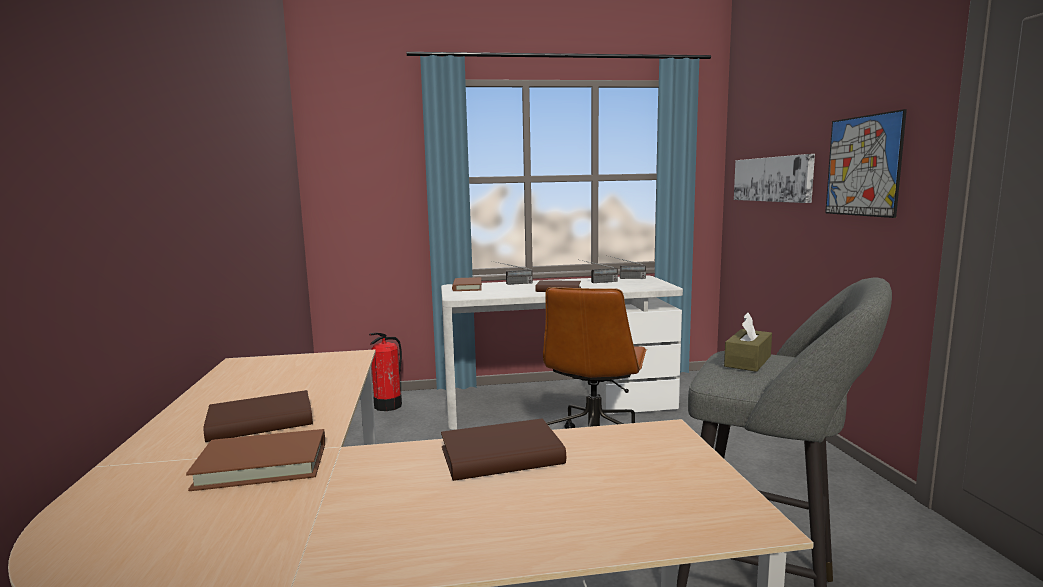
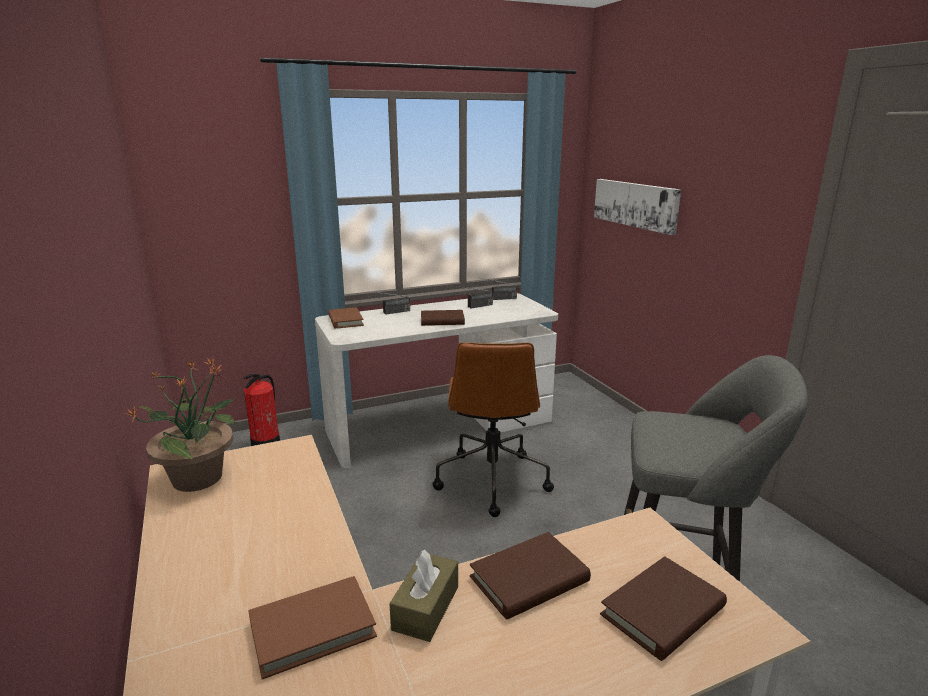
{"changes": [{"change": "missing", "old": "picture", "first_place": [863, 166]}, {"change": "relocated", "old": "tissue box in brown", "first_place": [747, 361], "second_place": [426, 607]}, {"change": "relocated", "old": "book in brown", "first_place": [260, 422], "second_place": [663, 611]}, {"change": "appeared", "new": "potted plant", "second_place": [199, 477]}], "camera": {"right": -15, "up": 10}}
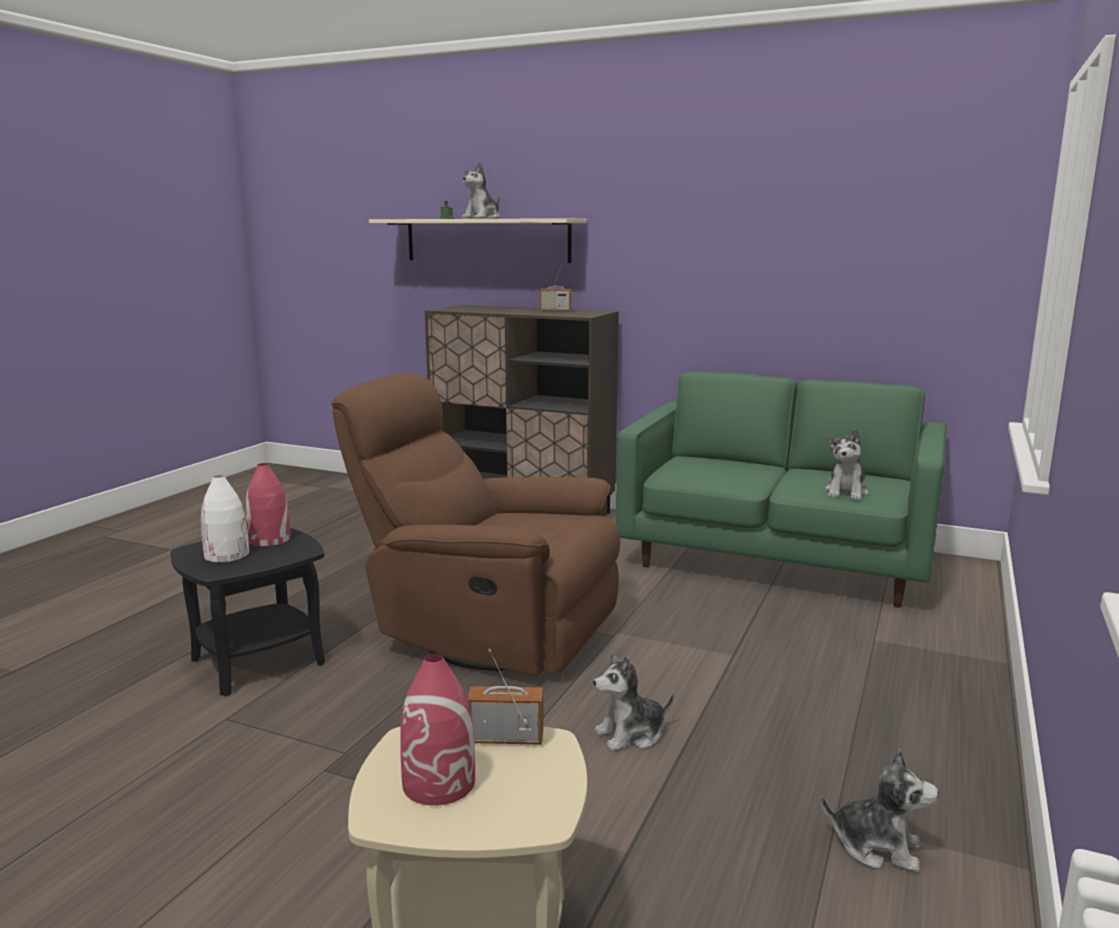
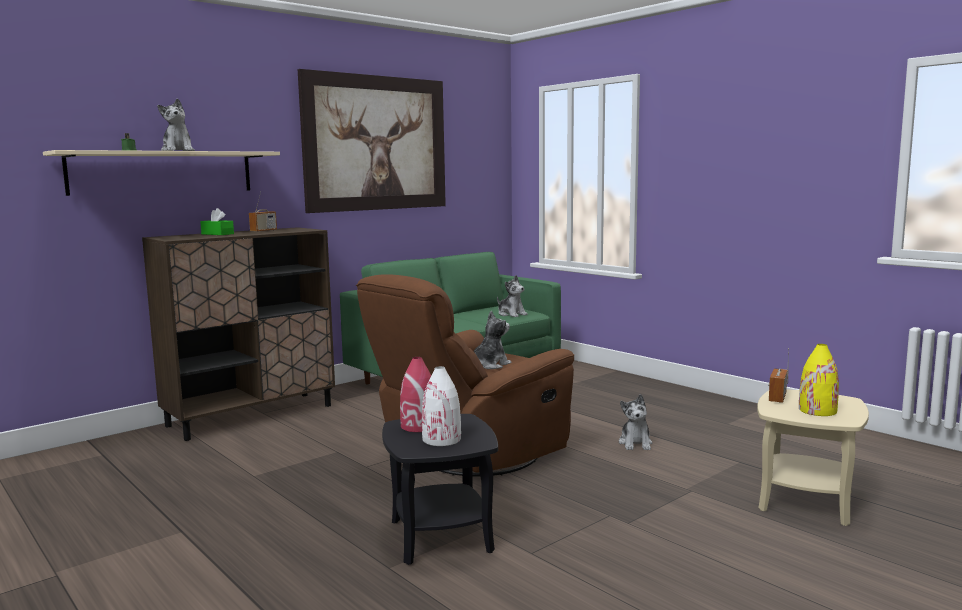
{"changes": [{"change": "colour", "old": "vase in red", "new": "vase in yellow", "first_place": [440, 783], "second_place": [817, 410]}, {"change": "relocated", "old": "plush toy", "first_place": [877, 847], "second_place": [489, 365]}, {"change": "appeared", "new": "picture", "second_place": [376, 143]}, {"change": "appeared", "new": "tissue box in green", "second_place": [217, 234]}], "camera": {"right": -65, "up": -5}}
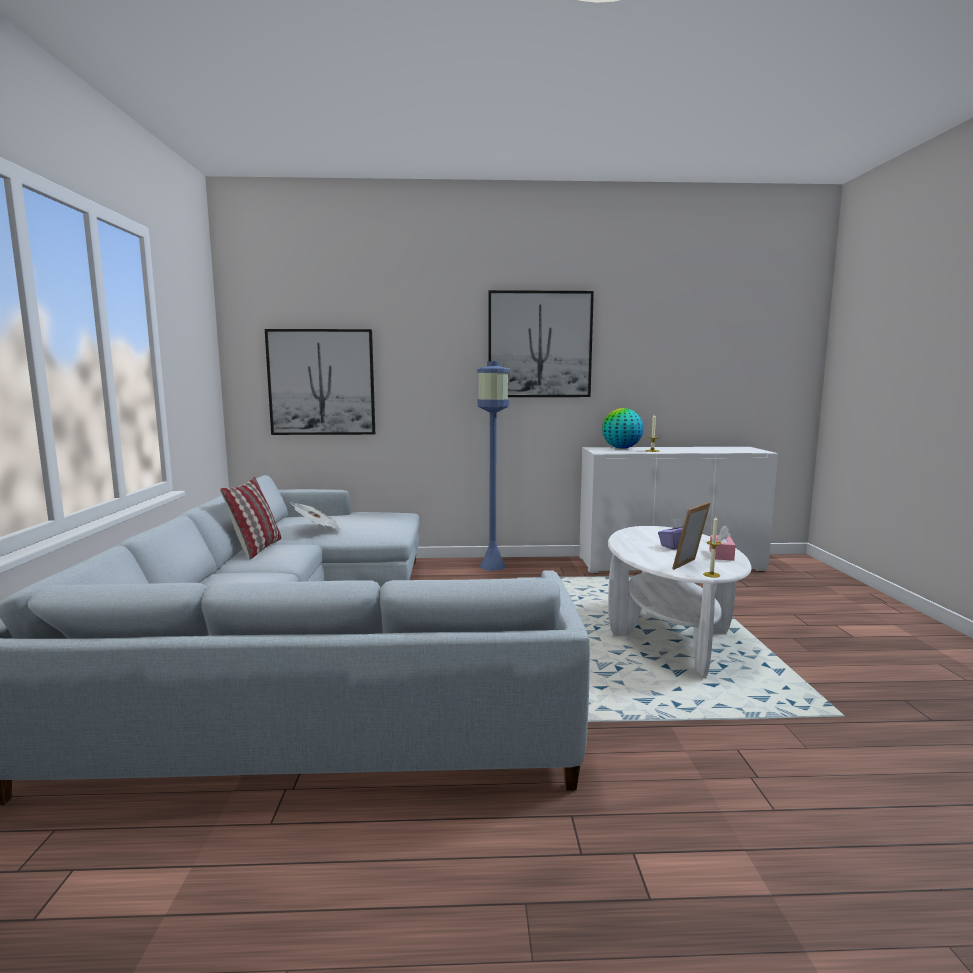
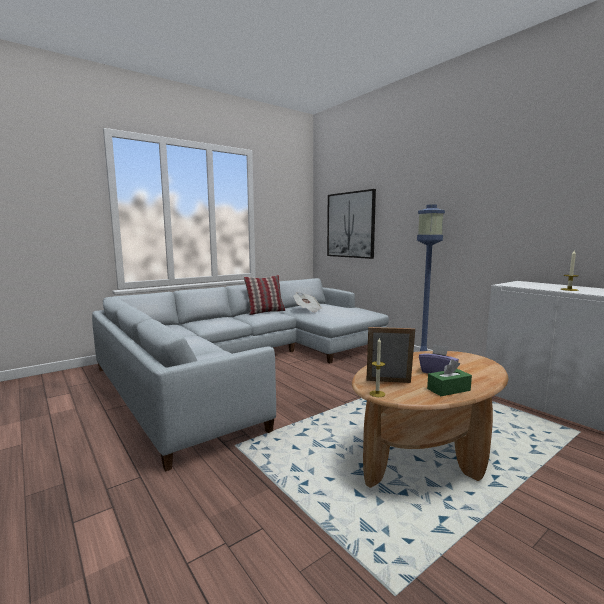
{"changes": [{"change": "missing", "old": "picture", "first_place": [539, 344]}, {"change": "missing", "old": "globe", "first_place": [621, 448]}, {"change": "colour", "old": "tissue box in pink", "new": "tissue box in green", "first_place": [721, 555], "second_place": [448, 389]}, {"change": "colour", "old": "coffee table in white", "new": "coffee table in brown", "first_place": [669, 634], "second_place": [426, 453]}], "camera": {"right": 55, "up": 0}}
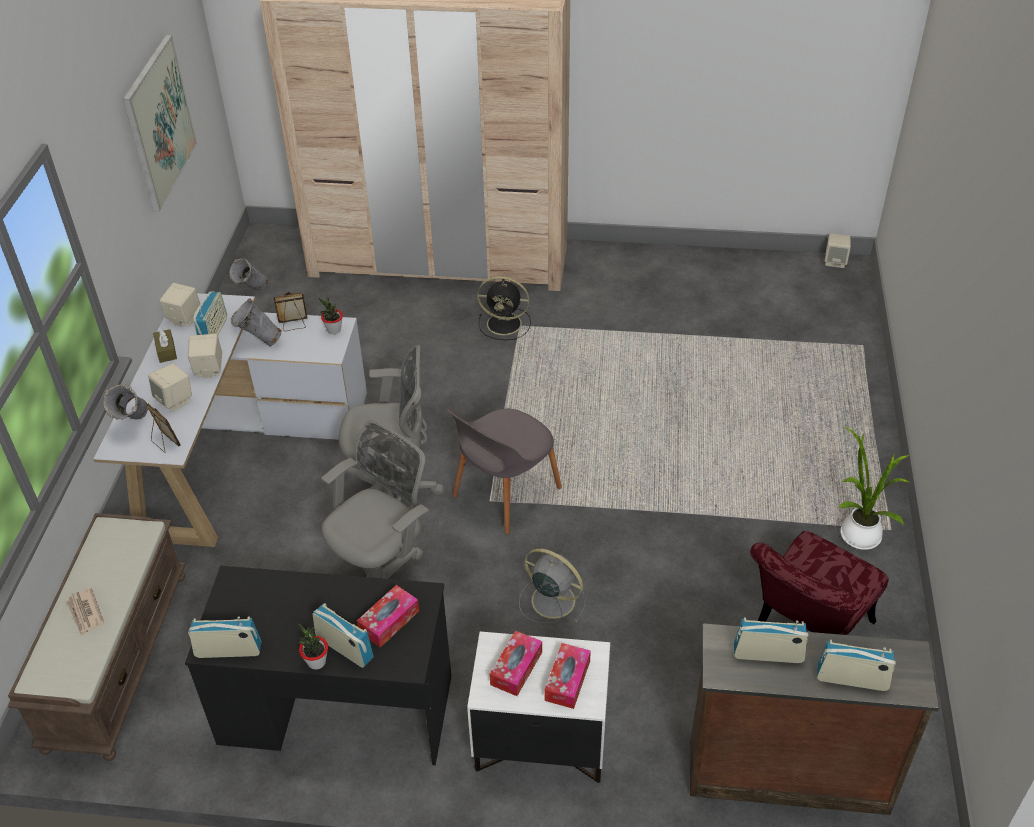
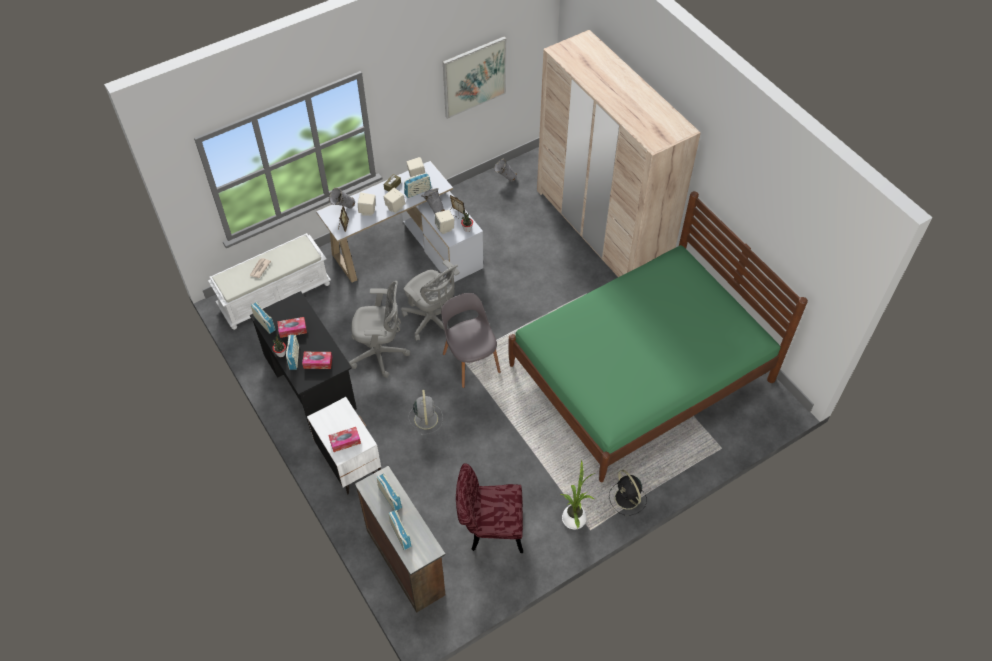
{"changes": [{"change": "relocated", "old": "speaker in beige", "first_place": [835, 262], "second_place": [445, 228]}, {"change": "relocated", "old": "fan in black", "first_place": [506, 324], "second_place": [627, 499]}, {"change": "spun", "old": "chair in grey", "first_place": [504, 494], "second_place": [471, 361], "degrees": 60}, {"change": "colour", "old": "bench in brown", "new": "bench in white", "first_place": [116, 658], "second_place": [275, 294]}, {"change": "relocated", "old": "tissue box", "first_place": [516, 668], "second_place": [292, 330]}, {"change": "appeared", "new": "bed in green", "second_place": [640, 372]}], "camera": {"right": 50, "up": 10}}
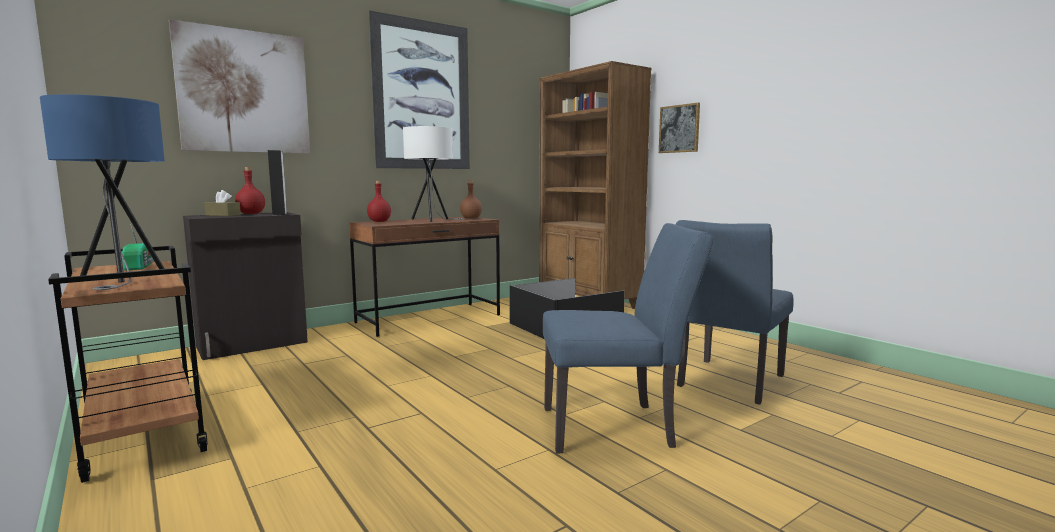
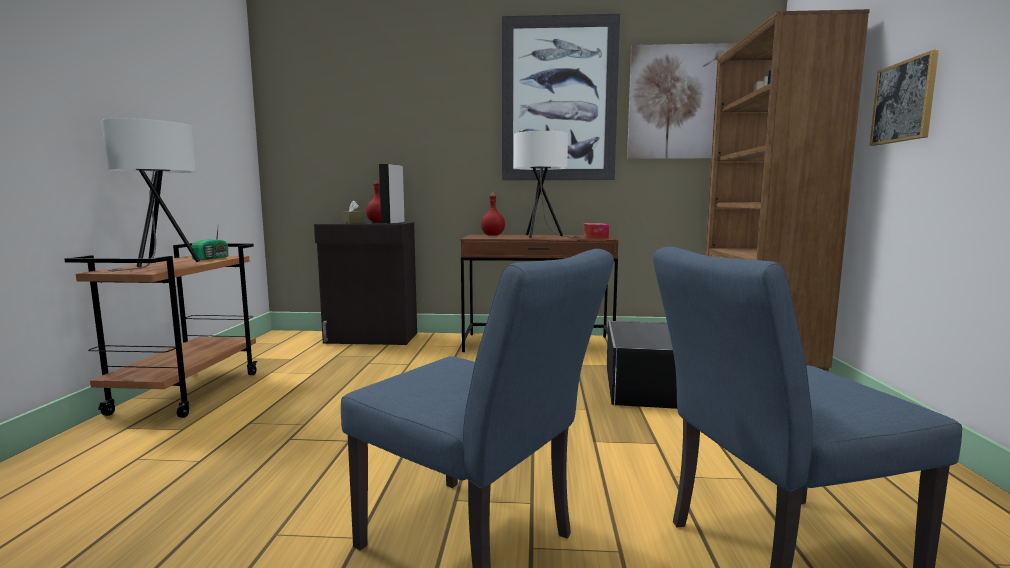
{"changes": [{"change": "relocated", "old": "picture", "first_place": [244, 92], "second_place": [684, 102]}, {"change": "colour", "old": "table lamp in blue", "new": "table lamp in white", "first_place": [122, 279], "second_place": [159, 265]}, {"change": "exchanged", "old": "bottle in brown", "new": "tissue box", "first_place": [471, 218], "second_place": [595, 237]}], "camera": {"right": 40, "up": 0}}
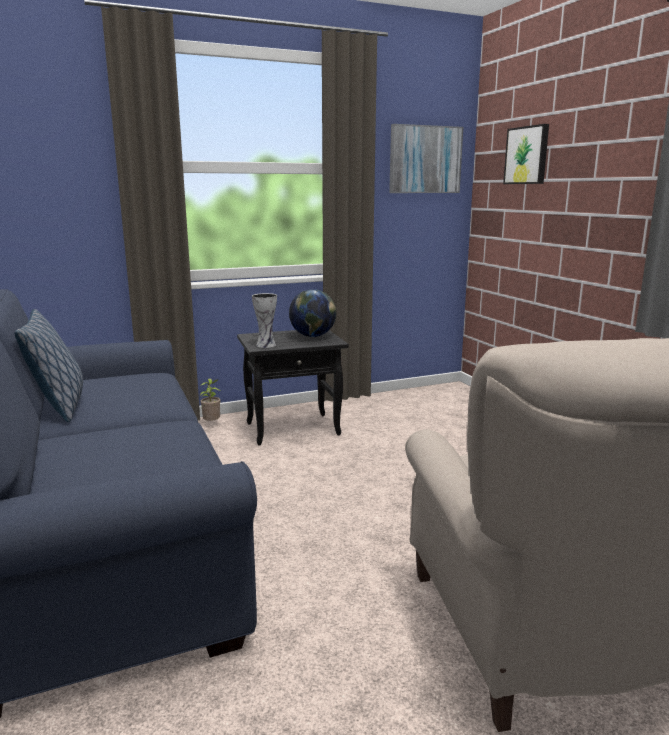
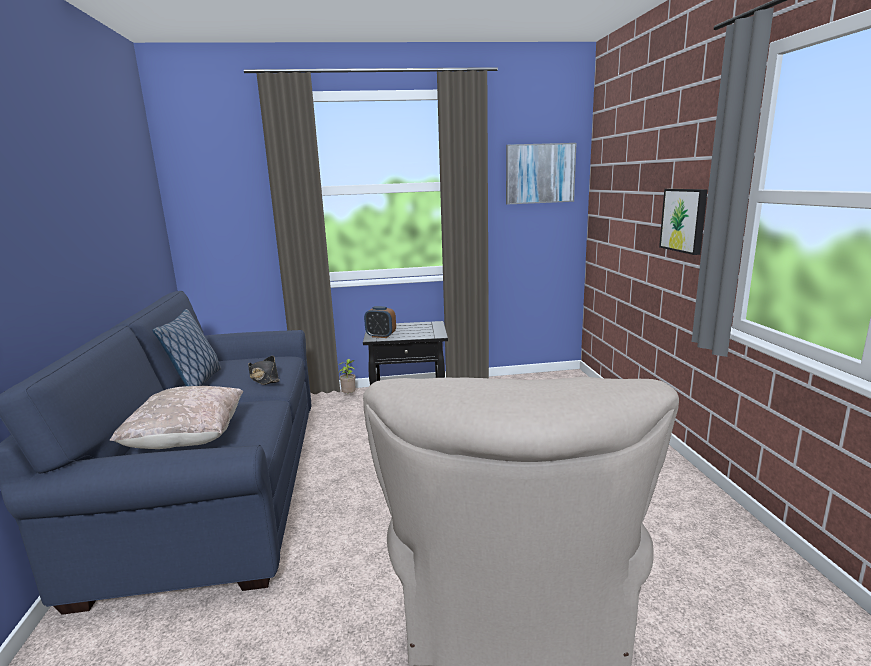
{"changes": [{"change": "relocated", "old": "picture", "first_place": [527, 155], "second_place": [684, 220]}, {"change": "missing", "old": "globe", "first_place": [313, 336]}, {"change": "exchanged", "old": "vase", "new": "alarm clock", "first_place": [266, 345], "second_place": [381, 336]}, {"change": "appeared", "new": "hat in black", "second_place": [264, 378]}, {"change": "appeared", "new": "pillow in beige", "second_place": [187, 440]}], "camera": {"right": 15, "up": 0}}
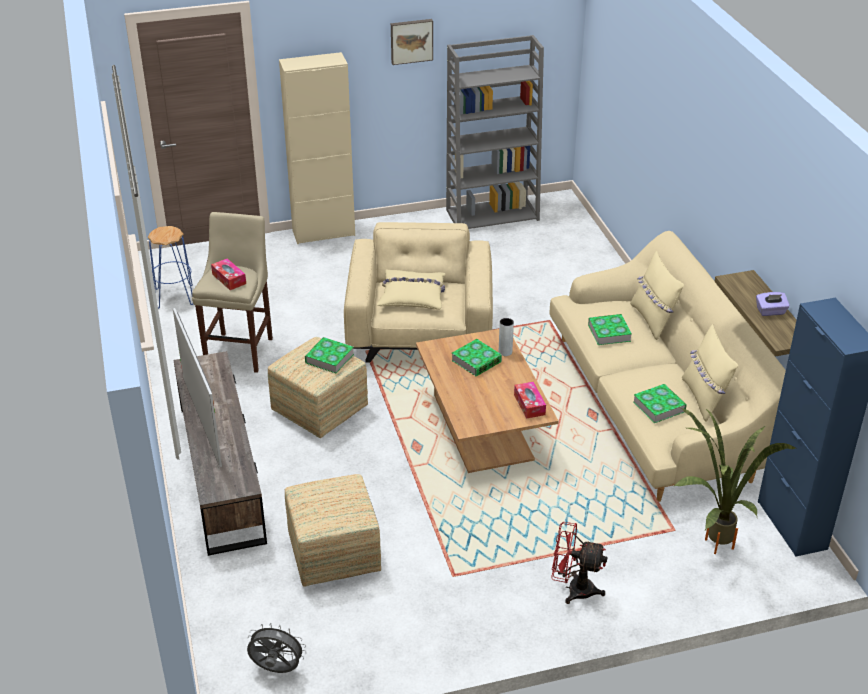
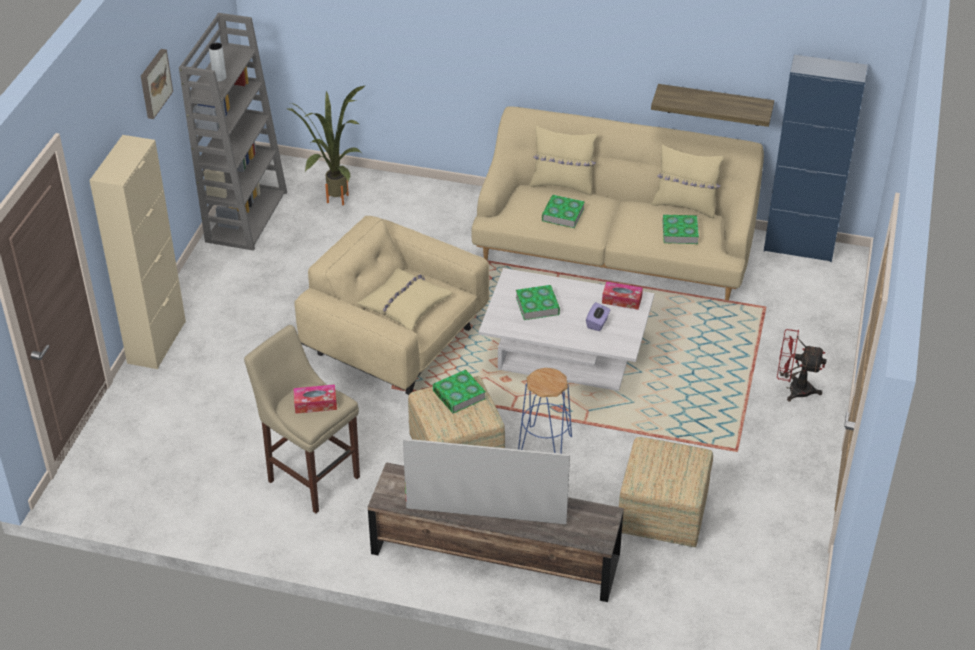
{"changes": [{"change": "relocated", "old": "stool in blue", "first_place": [174, 297], "second_place": [545, 445]}, {"change": "relocated", "old": "tissue box in purple", "first_place": [770, 311], "second_place": [597, 323]}, {"change": "relocated", "old": "vase in grey", "first_place": [505, 352], "second_place": [219, 77]}, {"change": "colour", "old": "coffee table in brown", "new": "coffee table in white", "first_place": [483, 428], "second_place": [565, 358]}, {"change": "relocated", "old": "potted plant", "first_place": [710, 544], "second_place": [333, 202]}, {"change": "spun", "old": "fan in red", "first_place": [573, 589], "second_place": [793, 389], "degrees": 60}, {"change": "missing", "old": "fan in grey", "first_place": [276, 670]}], "camera": {"right": -60, "up": 5}}
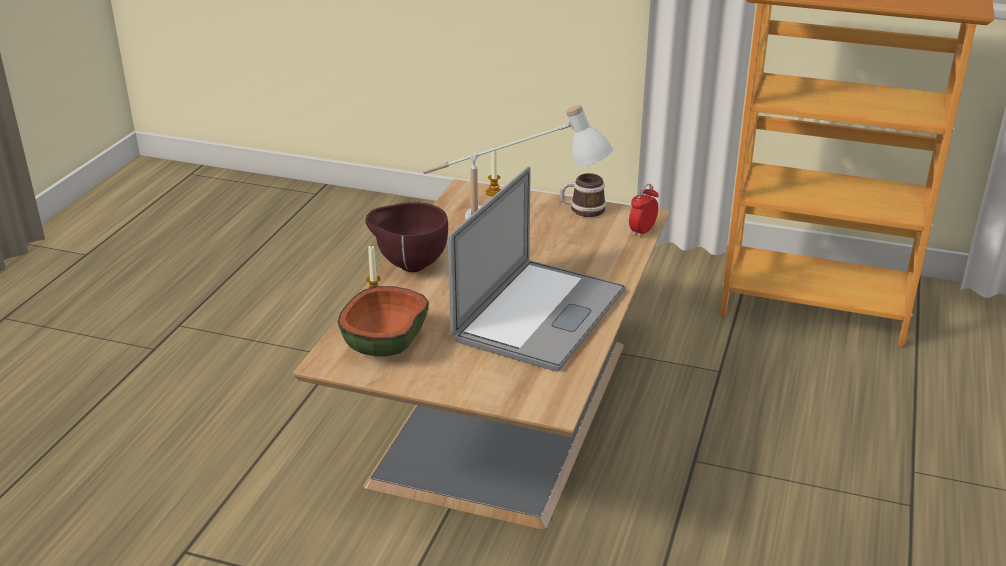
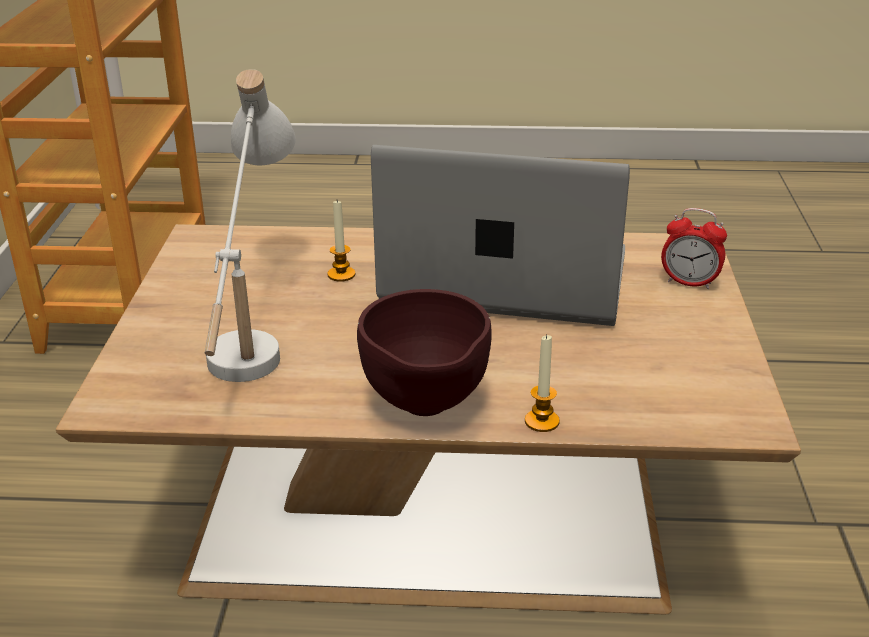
{"changes": [{"change": "relocated", "old": "candle", "first_place": [494, 192], "second_place": [341, 274]}, {"change": "missing", "old": "mug", "first_place": [582, 209]}, {"change": "relocated", "old": "alarm clock", "first_place": [642, 231], "second_place": [689, 283]}, {"change": "missing", "old": "bowl", "first_place": [386, 345]}], "camera": {"right": -105, "up": 0}}
